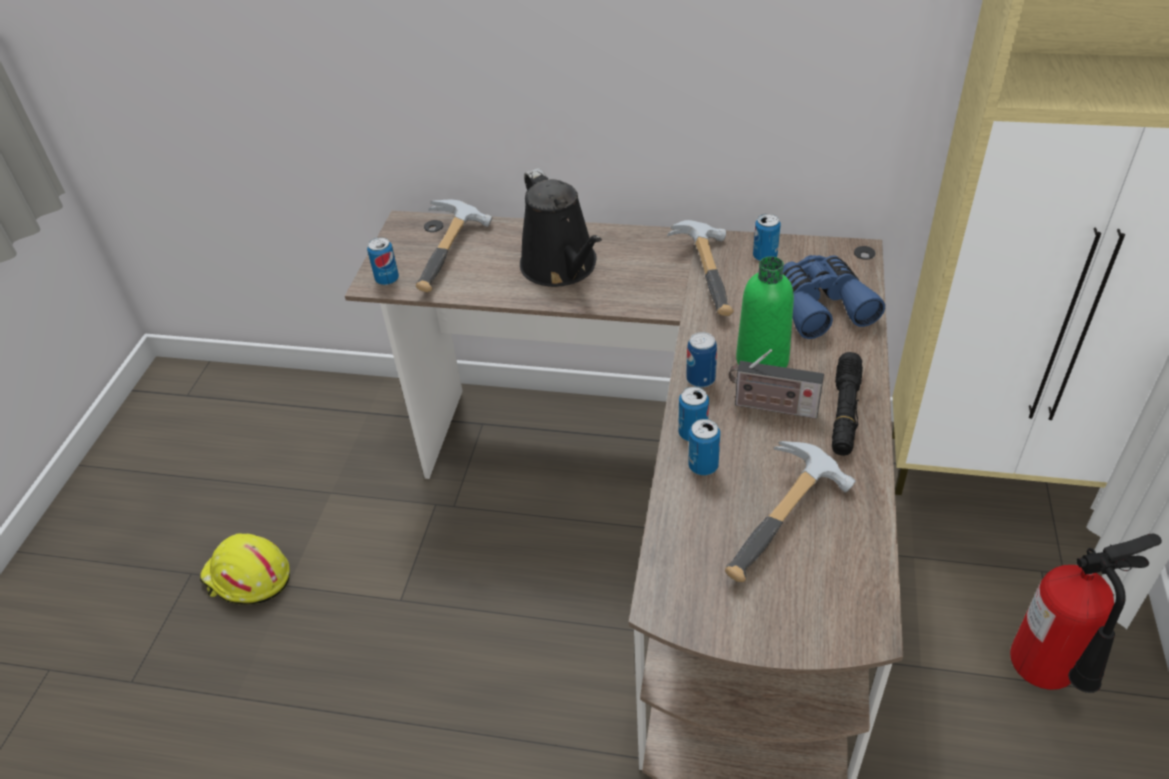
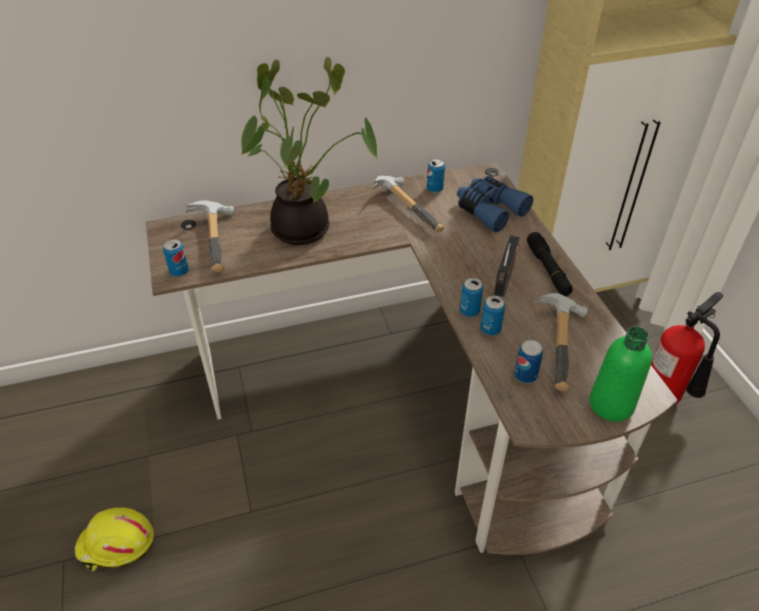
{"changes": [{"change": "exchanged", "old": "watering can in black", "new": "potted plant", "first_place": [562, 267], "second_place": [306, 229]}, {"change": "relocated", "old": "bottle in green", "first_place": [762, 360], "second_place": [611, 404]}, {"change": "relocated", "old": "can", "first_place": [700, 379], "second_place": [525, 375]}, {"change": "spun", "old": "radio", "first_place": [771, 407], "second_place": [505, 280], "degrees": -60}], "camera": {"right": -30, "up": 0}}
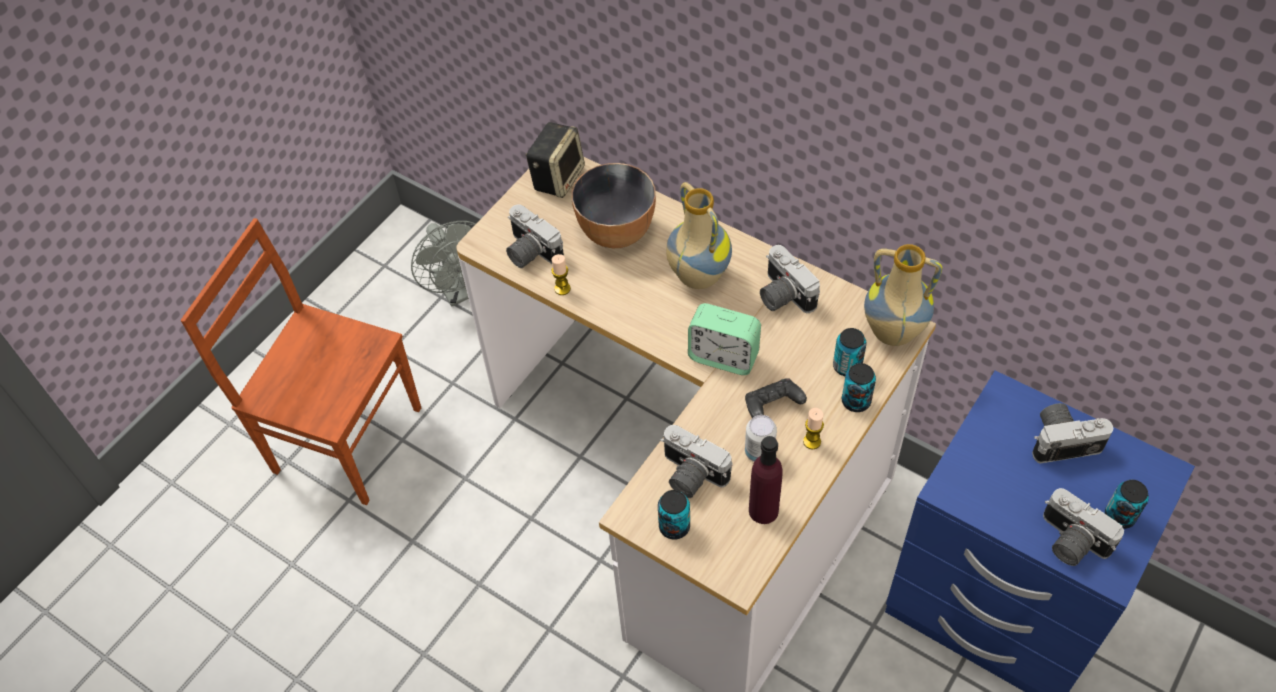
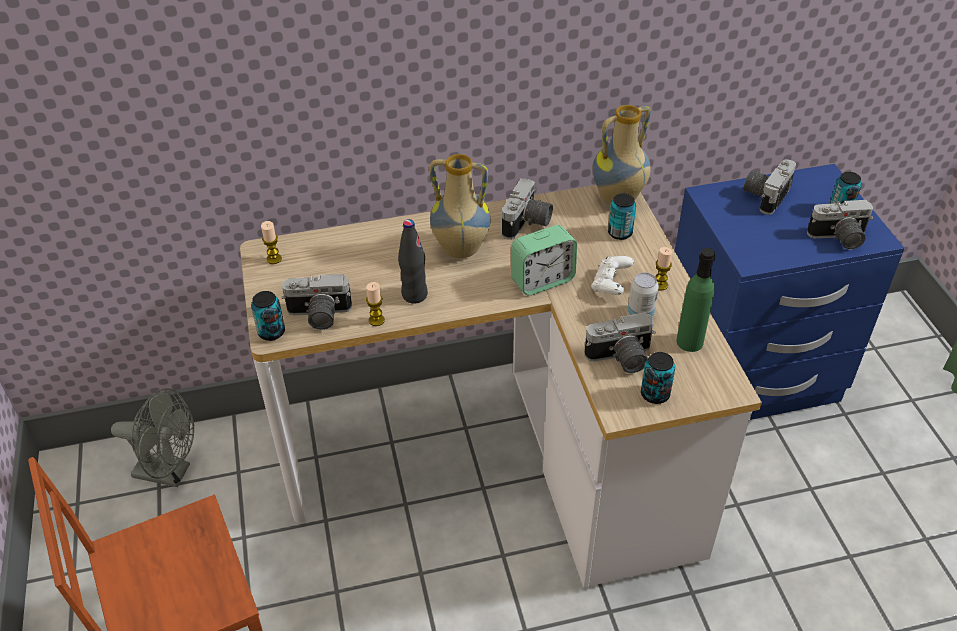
{"changes": [{"change": "exchanged", "old": "speaker", "new": "candle", "first_place": [558, 177], "second_place": [274, 259]}, {"change": "missing", "old": "bowl", "first_place": [616, 232]}, {"change": "spun", "old": "photo camera", "first_place": [781, 295], "second_place": [527, 224], "degrees": -75}, {"change": "relocated", "old": "can", "first_place": [856, 401], "second_place": [271, 332]}, {"change": "colour", "old": "game controller in black", "new": "game controller in white", "first_place": [772, 406], "second_place": [611, 284]}, {"change": "colour", "old": "bottle in purple", "new": "bottle in green", "first_place": [763, 510], "second_place": [689, 342]}, {"change": "appeared", "new": "bottle in black", "second_place": [414, 295]}], "camera": {"right": -50, "up": -10}}
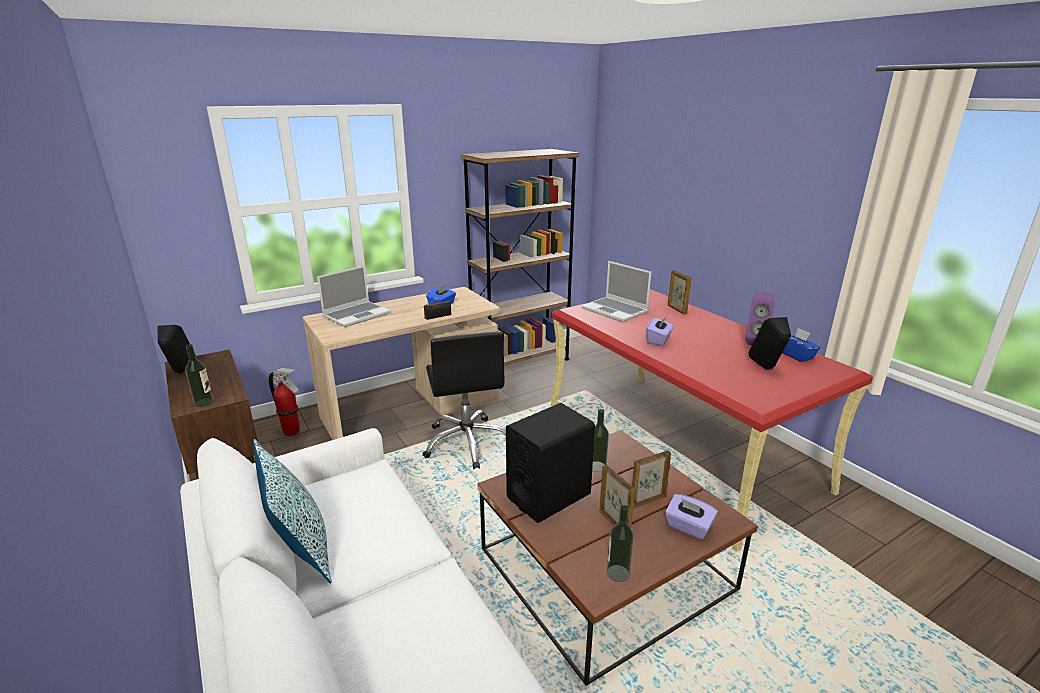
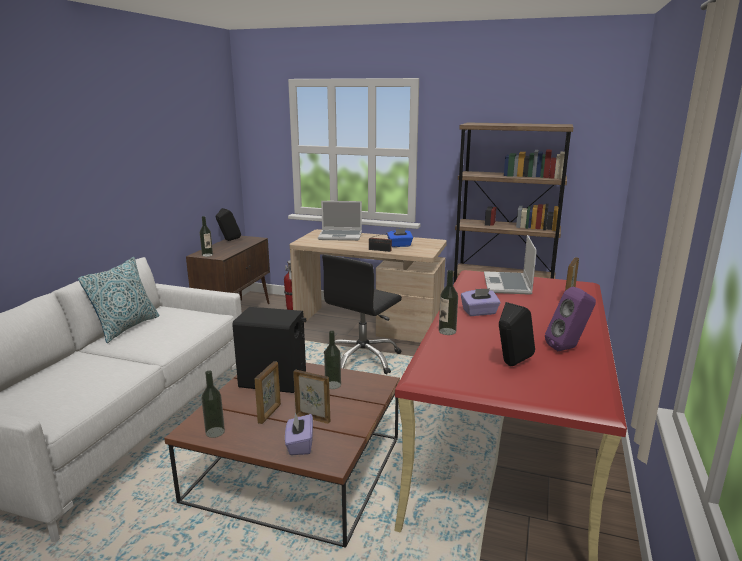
{"changes": [{"change": "missing", "old": "tissue box in blue", "first_place": [796, 355]}, {"change": "appeared", "new": "bottle", "second_place": [447, 331]}], "camera": {"right": 50, "up": -5}}
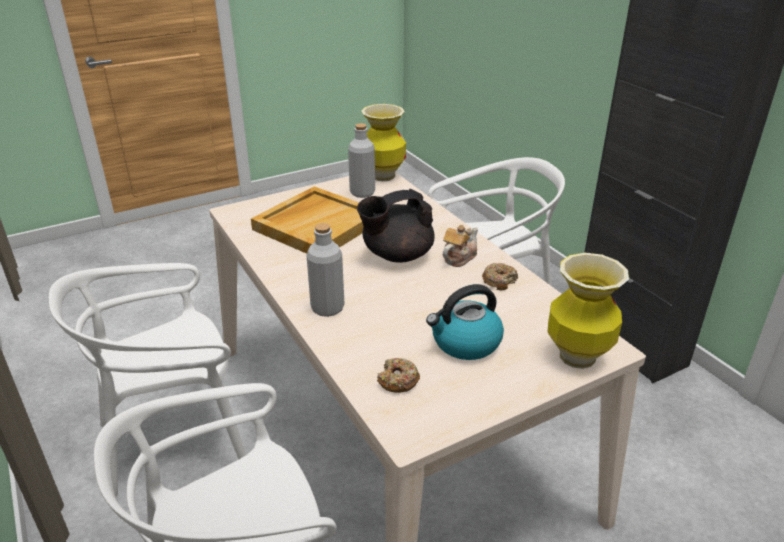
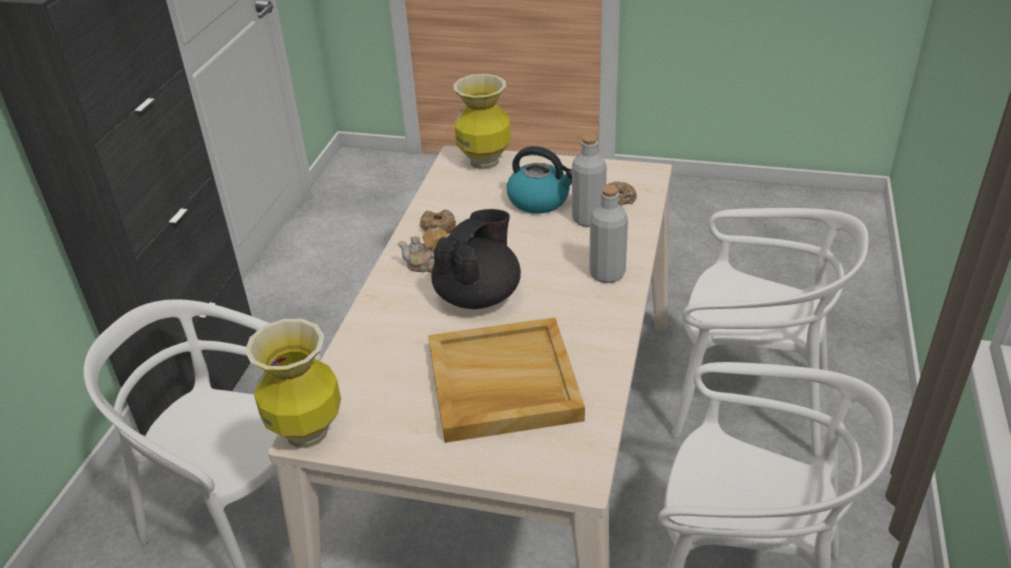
{"changes": [{"change": "relocated", "old": "bottle in grey", "first_place": [362, 193], "second_place": [588, 219]}, {"change": "spun", "old": "teapot in black", "first_place": [396, 255], "second_place": [478, 295], "degrees": -75}], "camera": {"right": -135, "up": 5}}
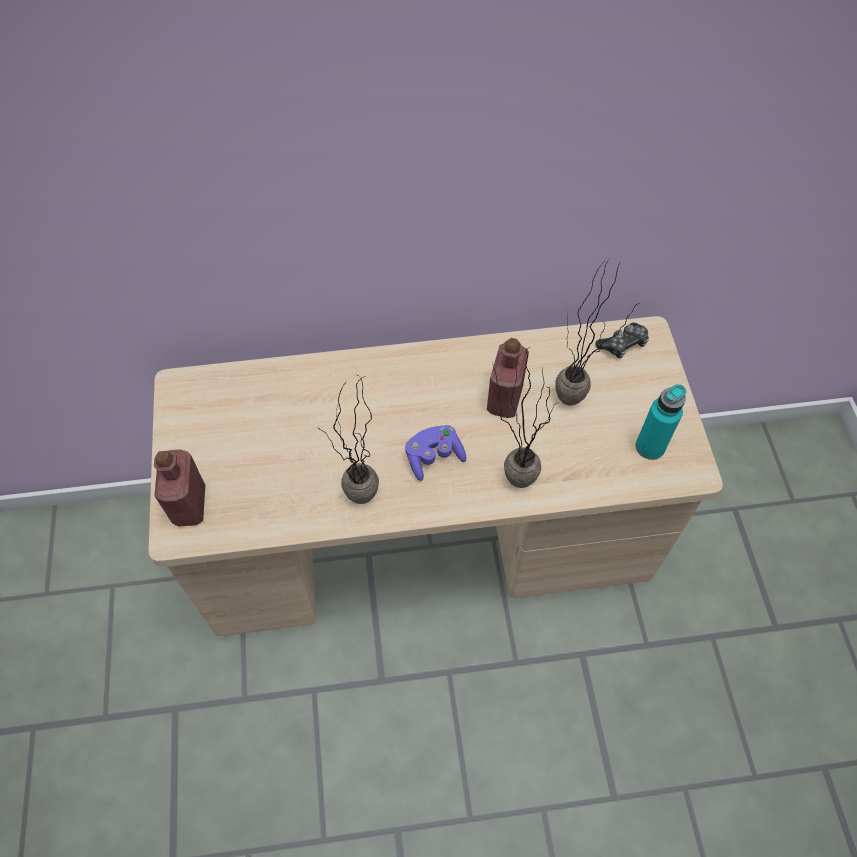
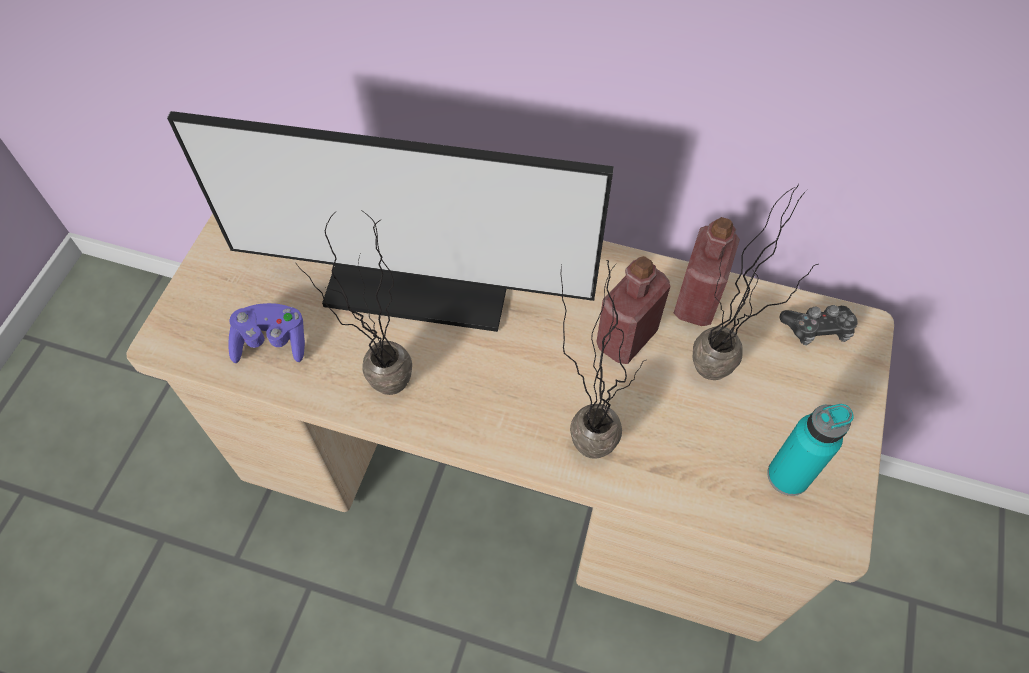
{"changes": [{"change": "relocated", "old": "game controller in purple", "first_place": [434, 457], "second_place": [272, 342]}, {"change": "relocated", "old": "bottle in red", "first_place": [189, 505], "second_place": [697, 301]}, {"change": "appeared", "new": "monitor", "second_place": [419, 285]}], "camera": {"right": 25, "up": 0}}
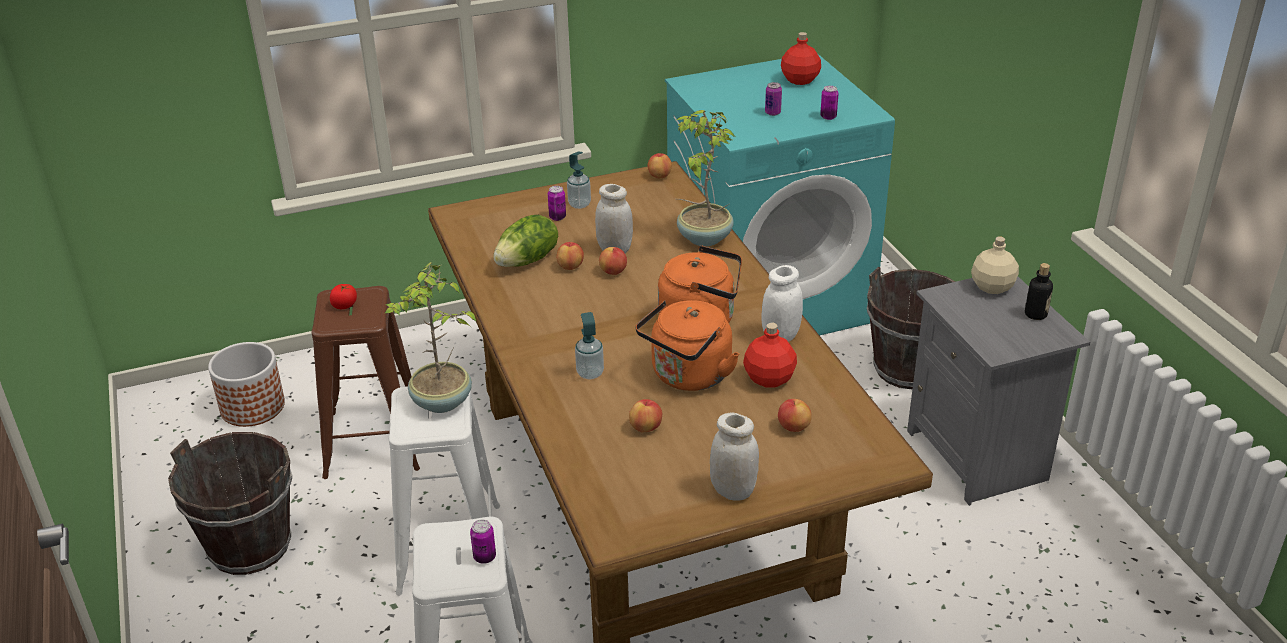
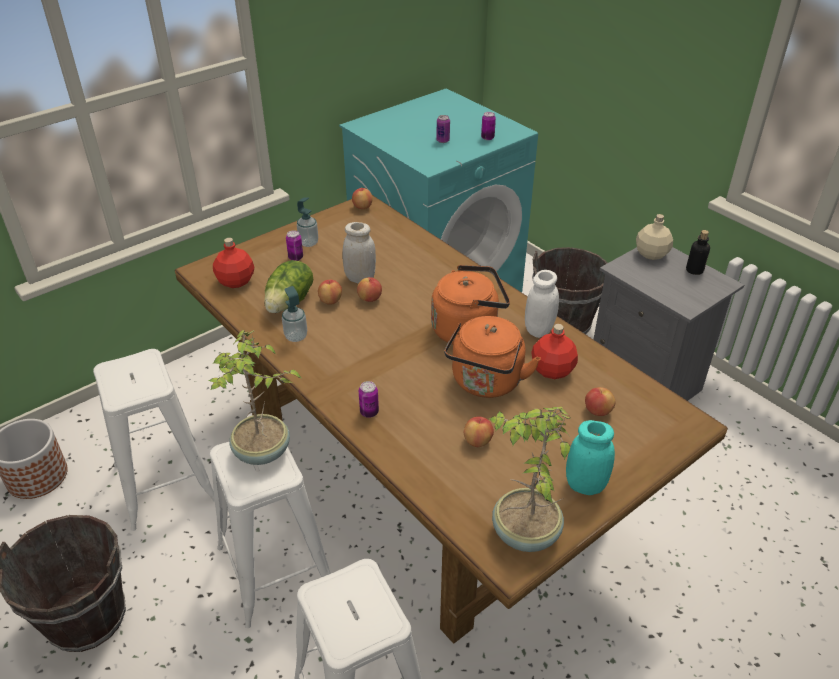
{"changes": [{"change": "relocated", "old": "bottle in red", "first_place": [800, 80], "second_place": [236, 281]}, {"change": "relocated", "old": "potted plant", "first_place": [703, 238], "second_place": [524, 534]}, {"change": "missing", "old": "tomato", "first_place": [345, 305]}, {"change": "colour", "old": "stool in brown", "new": "stool in white", "first_place": [373, 440], "second_place": [164, 482]}, {"change": "relocated", "old": "soap dispenser", "first_place": [590, 373], "second_place": [296, 336]}, {"change": "colour", "old": "jar in white", "new": "jar in turquoise", "first_place": [733, 491], "second_place": [585, 485]}, {"change": "relocated", "old": "can", "first_place": [484, 557], "second_place": [369, 412]}], "camera": {"right": -20, "up": 5}}
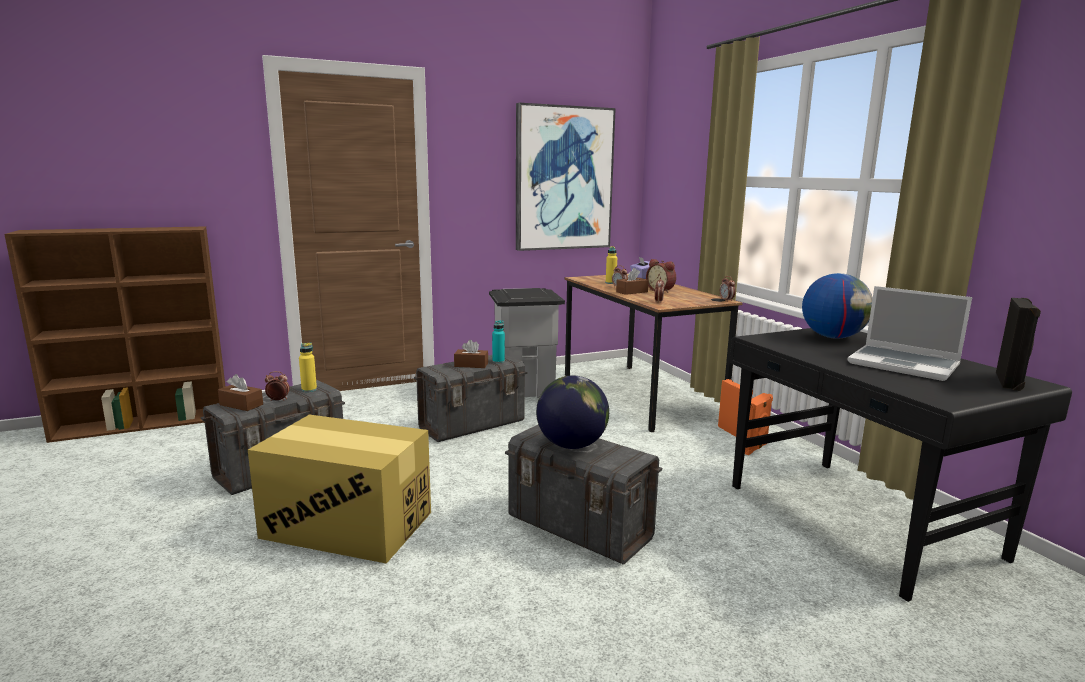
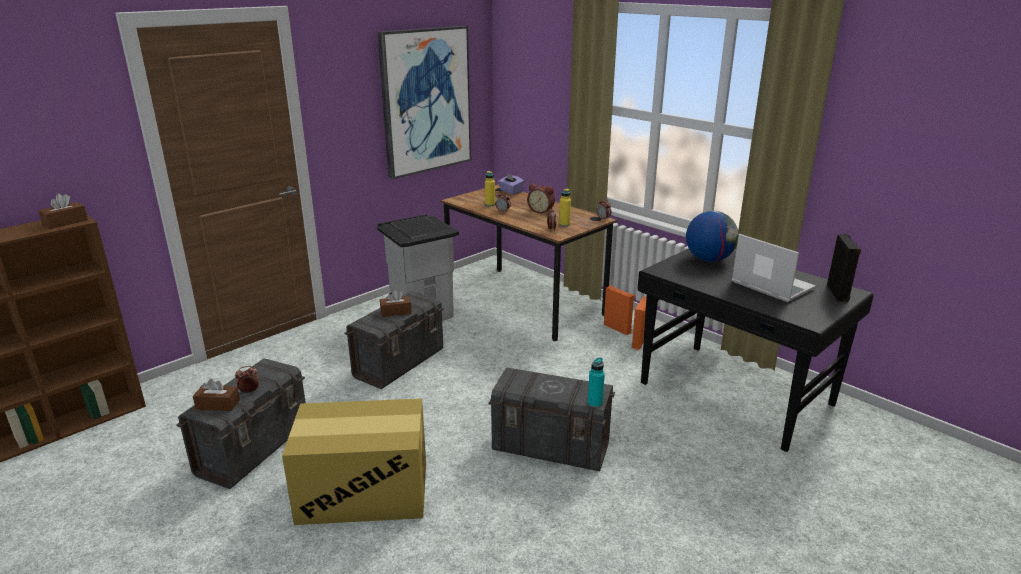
{"changes": [{"change": "relocated", "old": "tissue box in brown", "first_place": [632, 292], "second_place": [65, 222]}, {"change": "spun", "old": "laptop", "first_place": [904, 364], "second_place": [770, 286], "degrees": -150}, {"change": "relocated", "old": "bottle in turquoise", "first_place": [498, 361], "second_place": [595, 403]}, {"change": "relocated", "old": "bottle in yellow", "first_place": [309, 390], "second_place": [564, 224]}, {"change": "missing", "old": "globe", "first_place": [571, 445]}], "camera": {"right": -20, "up": 10}}
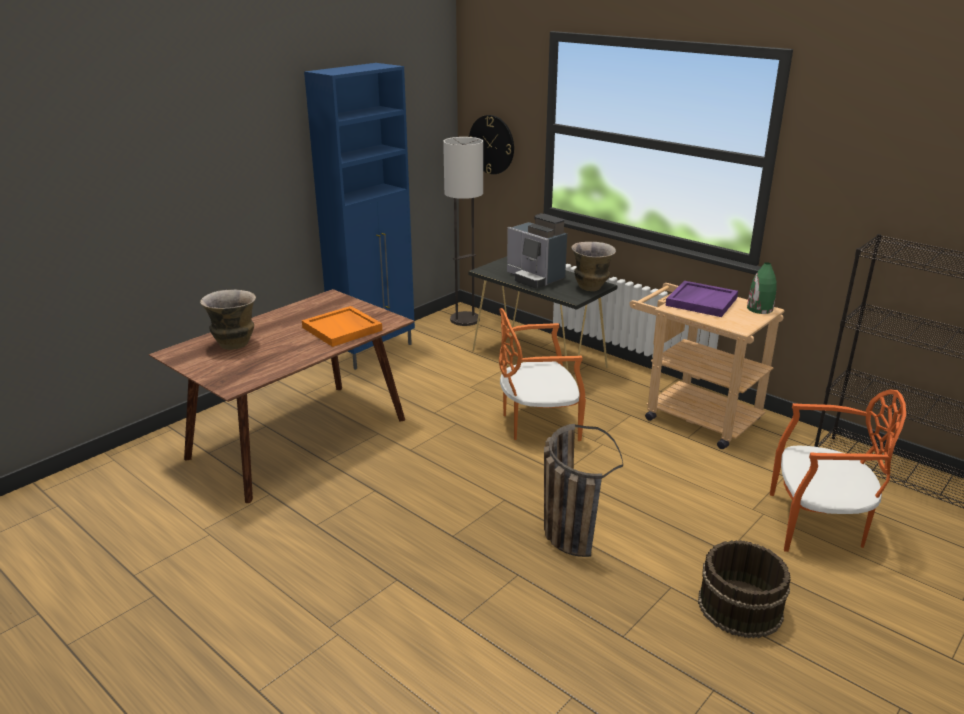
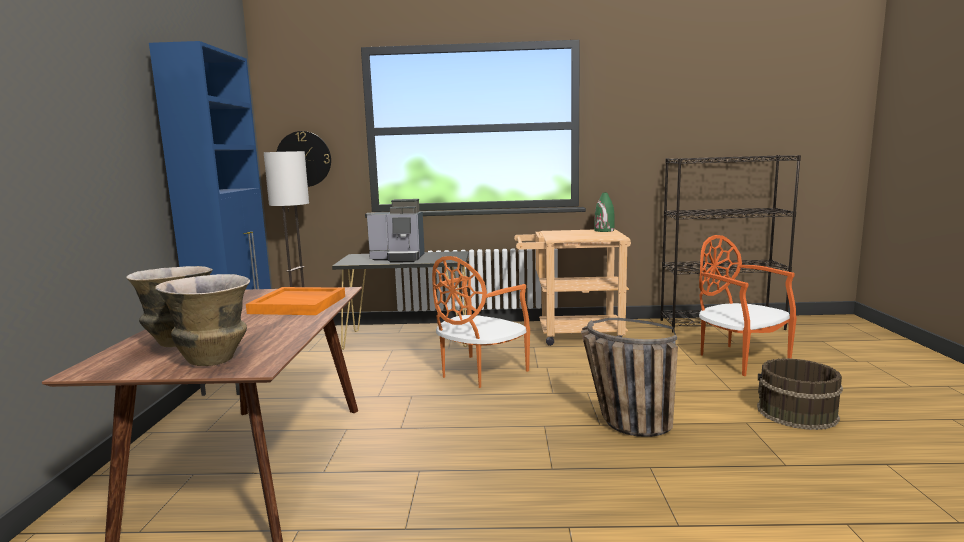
{"changes": [{"change": "relocated", "old": "vase", "first_place": [591, 288], "second_place": [214, 360]}, {"change": "missing", "old": "tray in purple", "first_place": [701, 301]}, {"change": "spun", "old": "chair in orange", "first_place": [818, 525], "second_place": [739, 358], "degrees": -90}], "camera": {"right": -40, "up": -15}}
